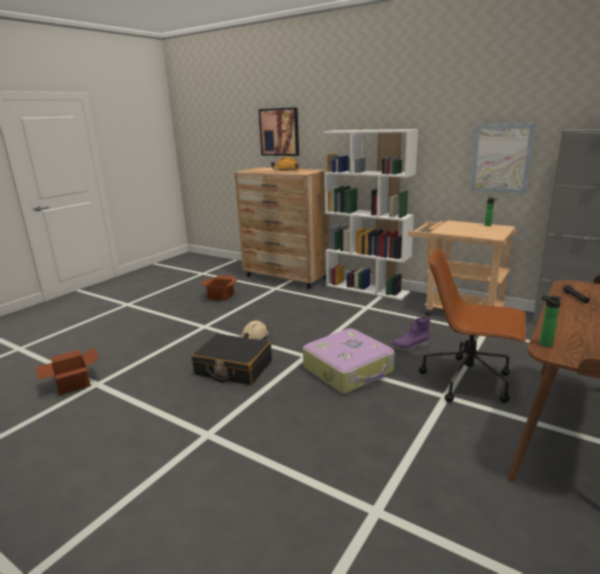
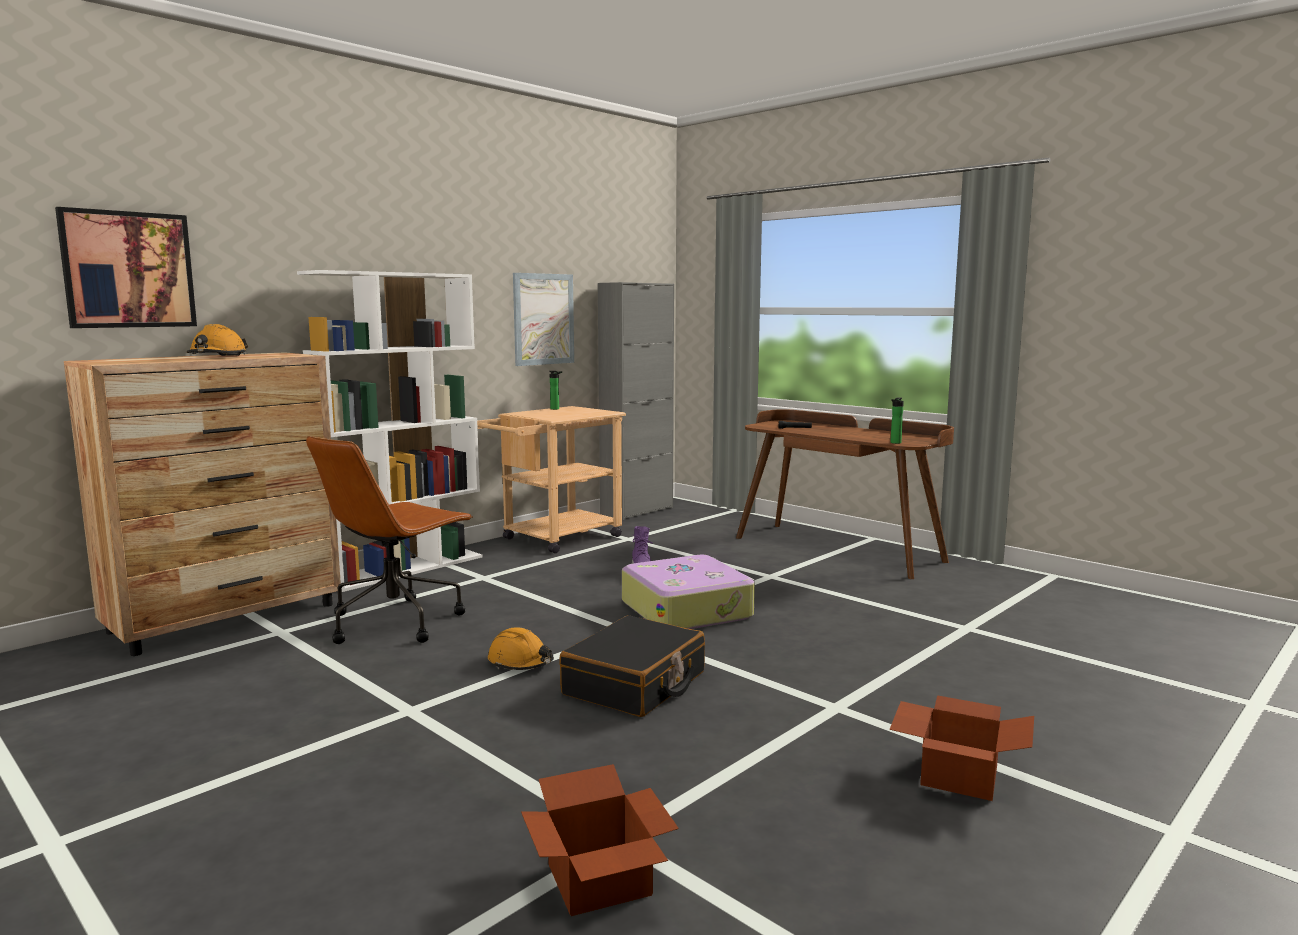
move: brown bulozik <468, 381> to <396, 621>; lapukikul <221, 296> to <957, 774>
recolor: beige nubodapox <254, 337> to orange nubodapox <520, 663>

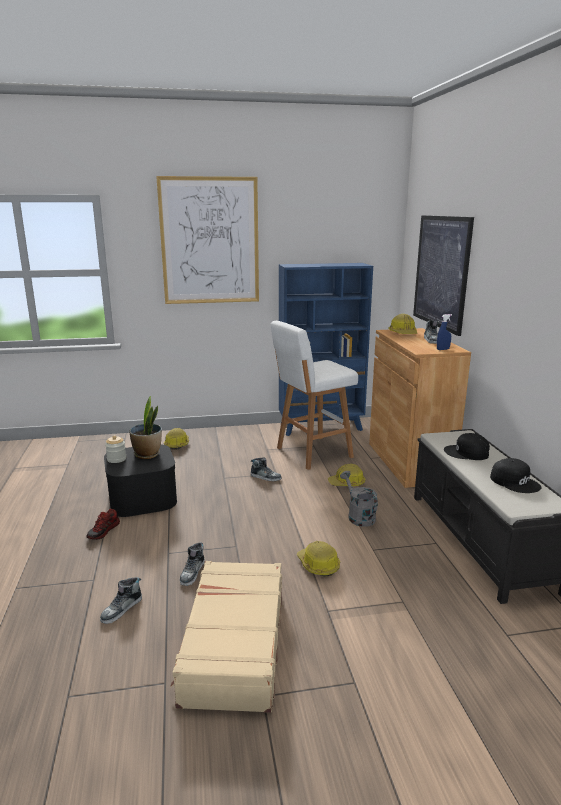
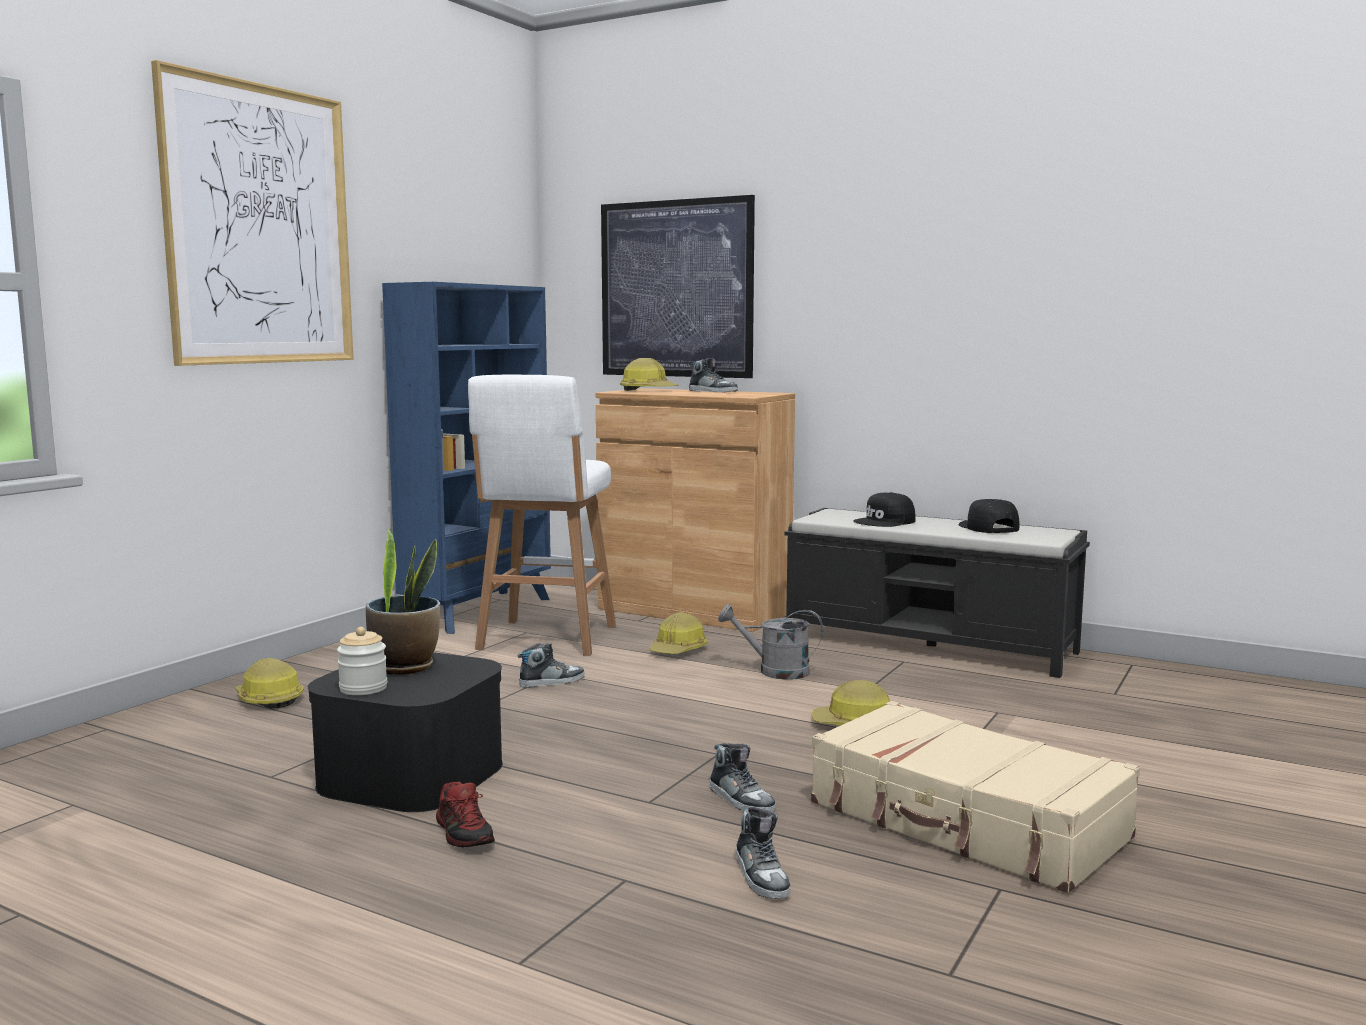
delete: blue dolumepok <443, 349>
rotate: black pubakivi <515, 482> = <987, 527> 105 degrees counterclockwise

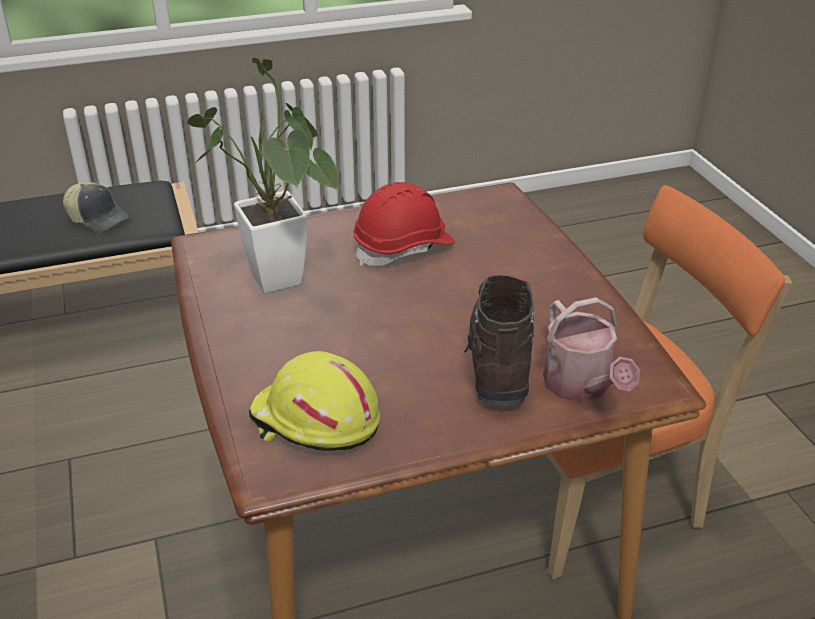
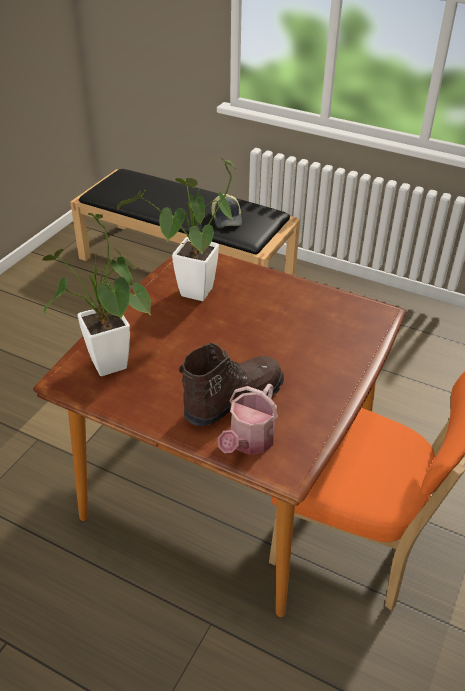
delete: red nubodapox <404, 248>
replace: yellow nubodapox <315, 422> to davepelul <111, 370>

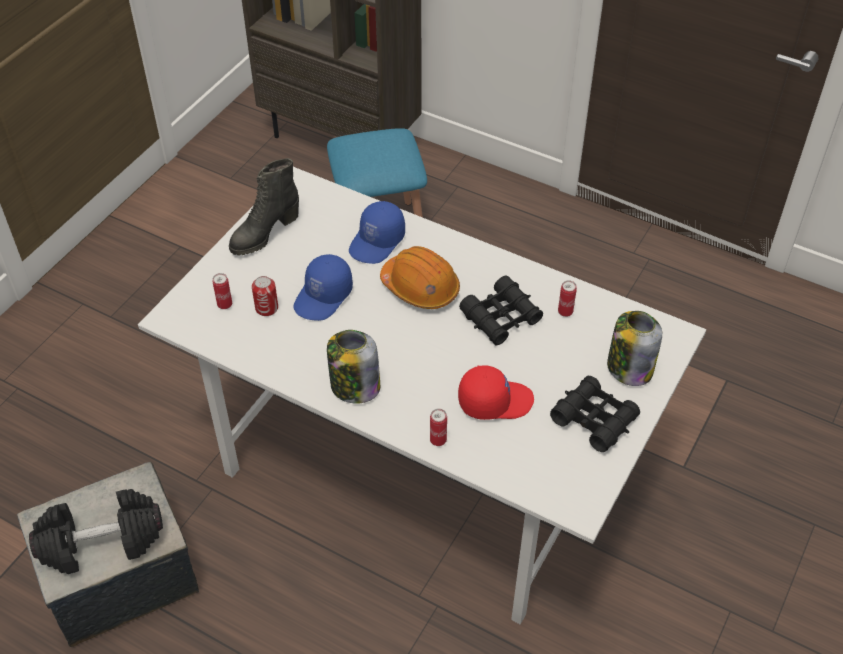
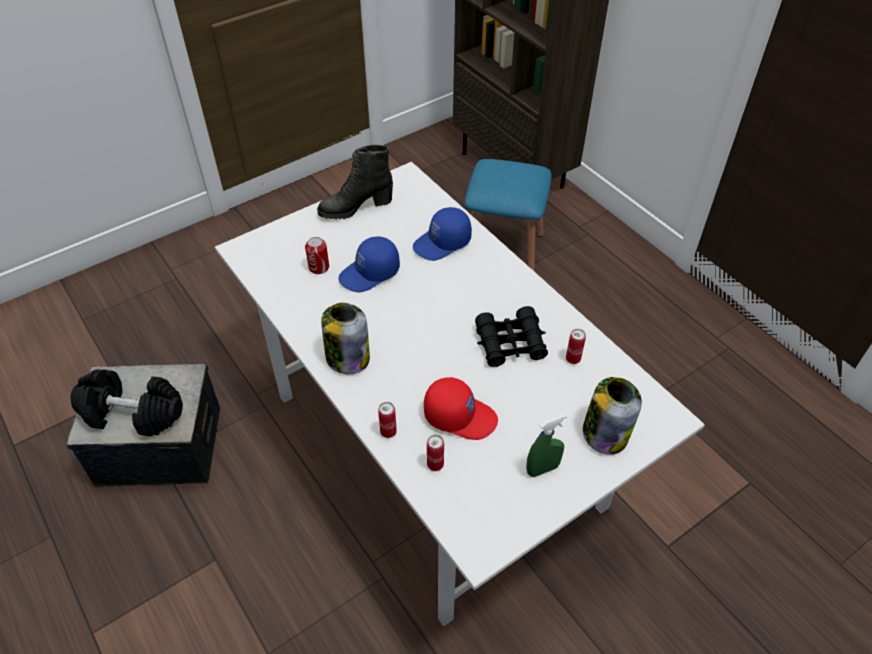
delete: orange nubodapox <420, 288>
move: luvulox <225, 304> to <435, 464>
replace: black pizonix <594, 419> to green dolumepok <542, 469>

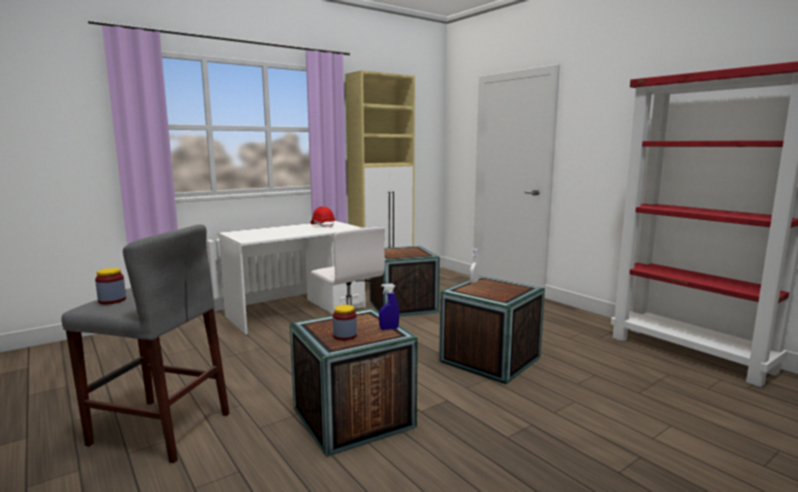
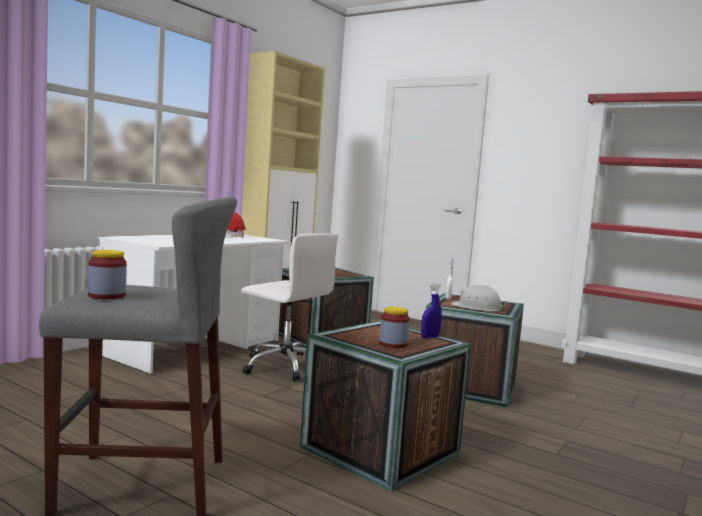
insert: white nubodapox <477, 307>

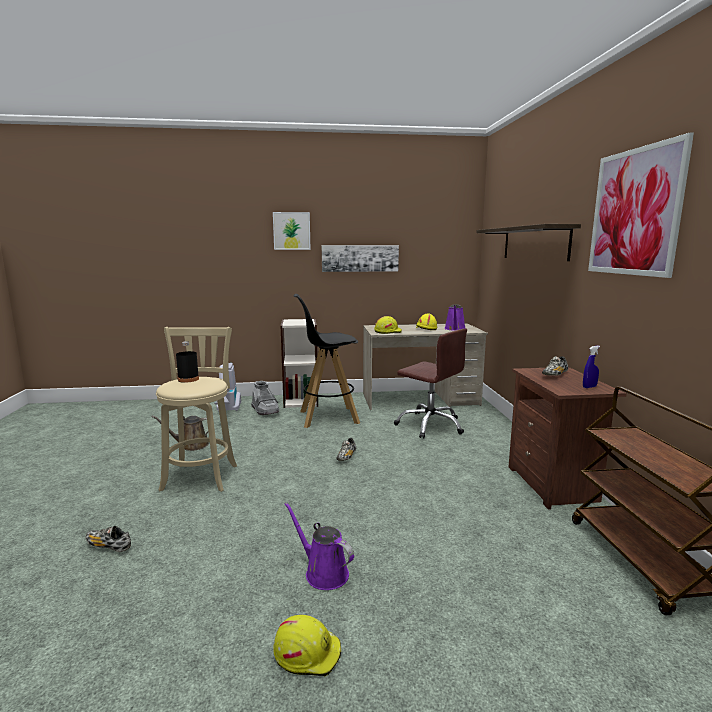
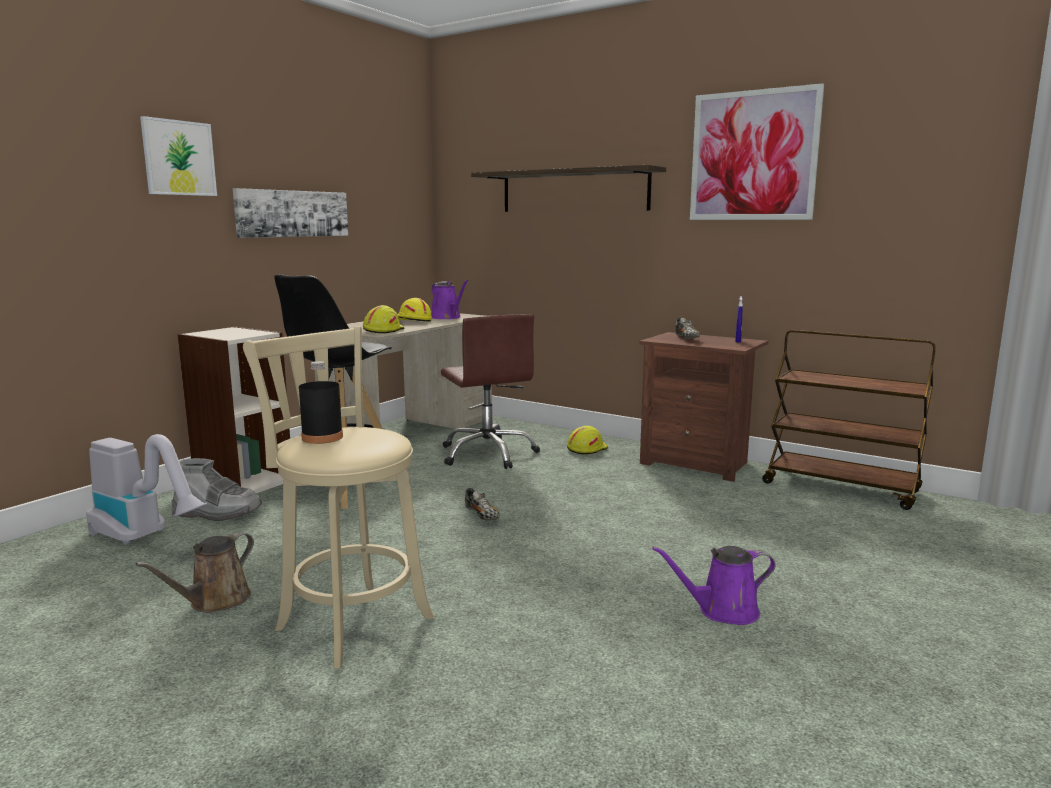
delete: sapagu <108, 546>
move: yellow nubodapox <307, 652> to <586, 449>
rotate: brown bulozik <430, 425> = <488, 454> 75 degrees clockwise

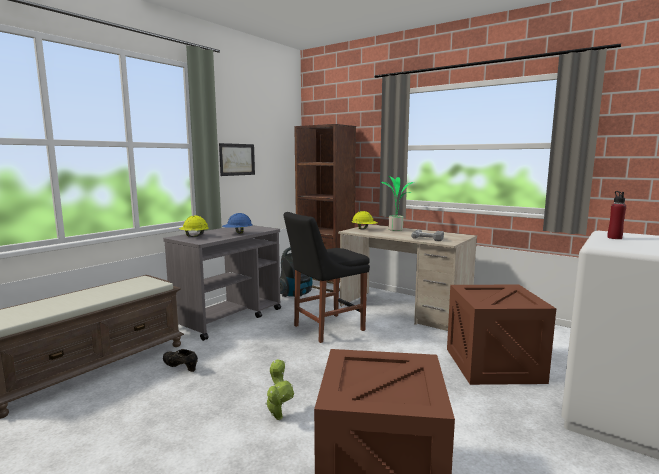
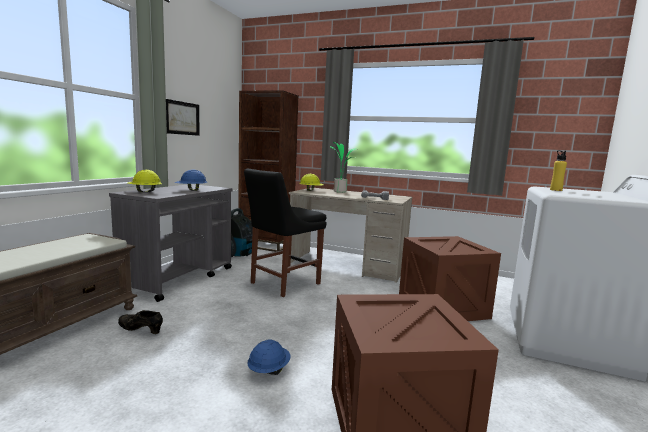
replace: davepelul <278, 416> to blue nubodapox <268, 370>
recolor: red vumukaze <614, 238> to yellow vumukaze <556, 190>

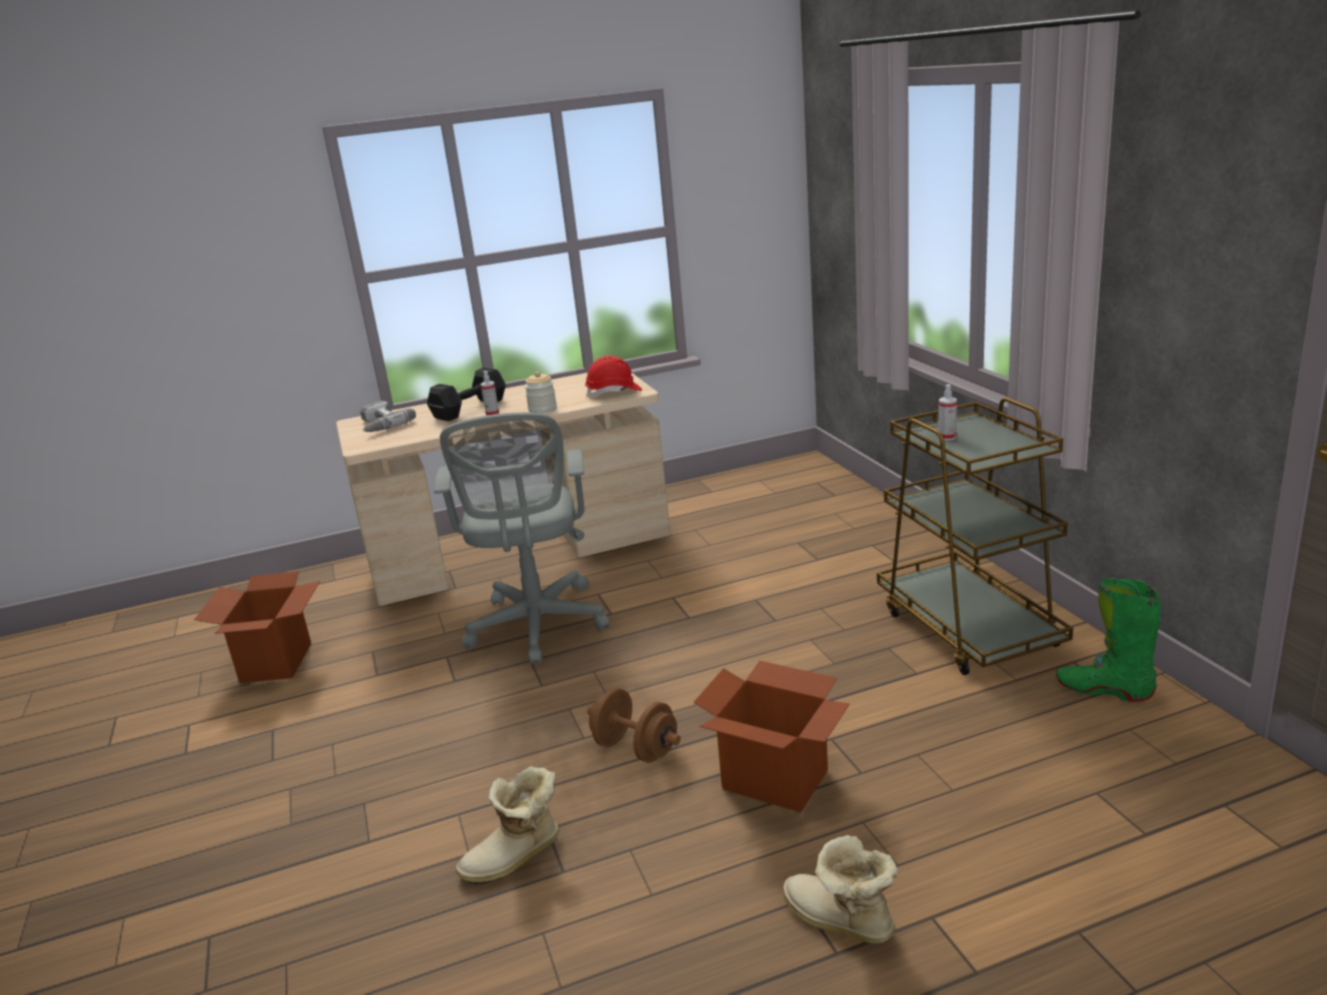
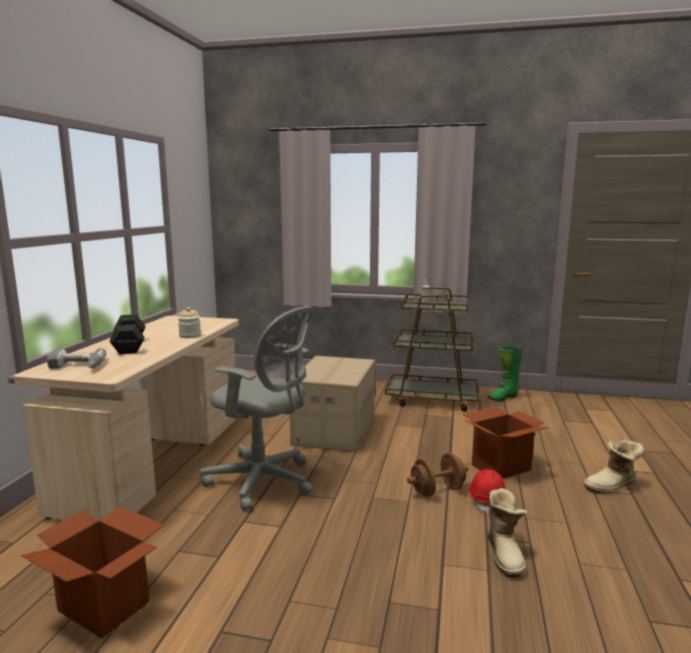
delete: dolumepok <492, 414>
insert: lapukikul <333, 430>
move: red nubodapox <614, 393> to <487, 500>

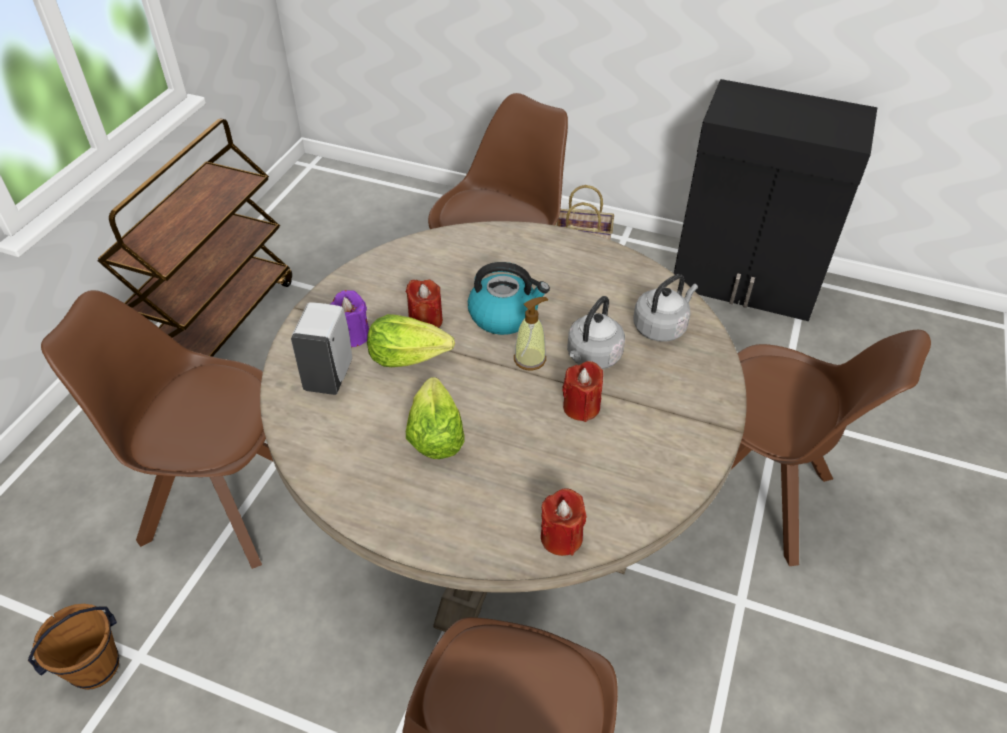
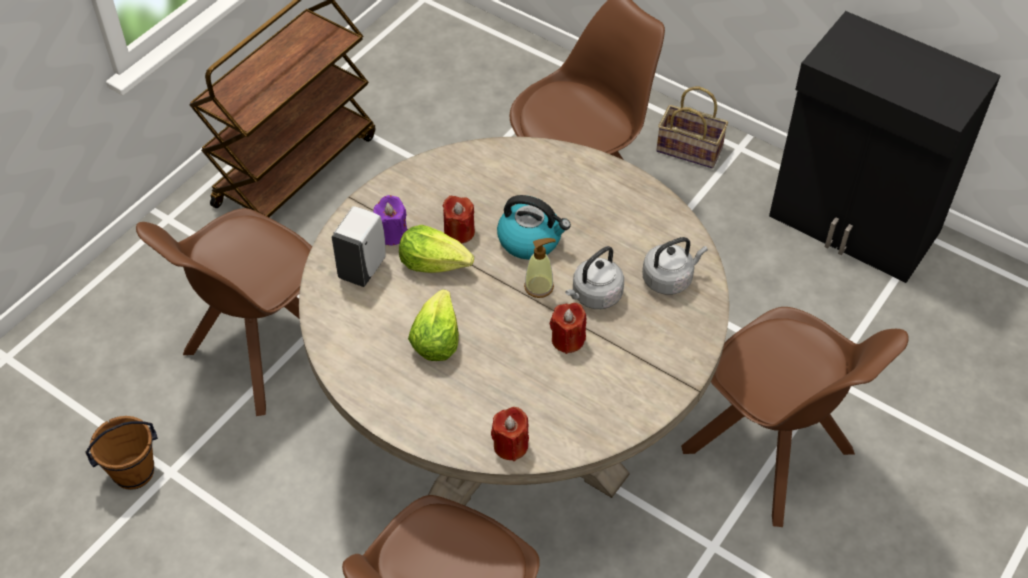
rotate: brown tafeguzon <219, 502> = <261, 351> 75 degrees counterclockwise

